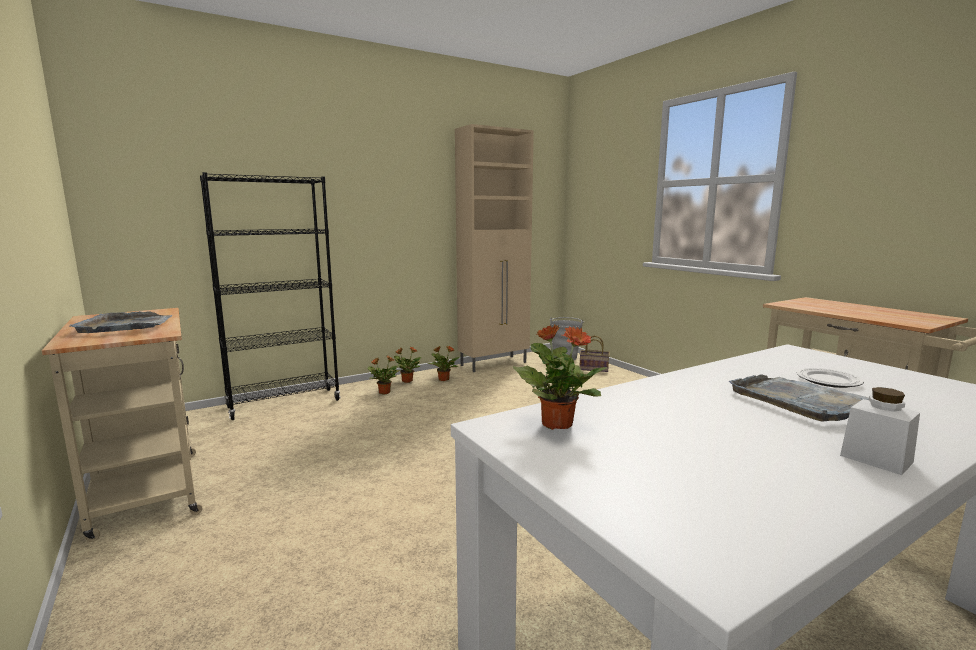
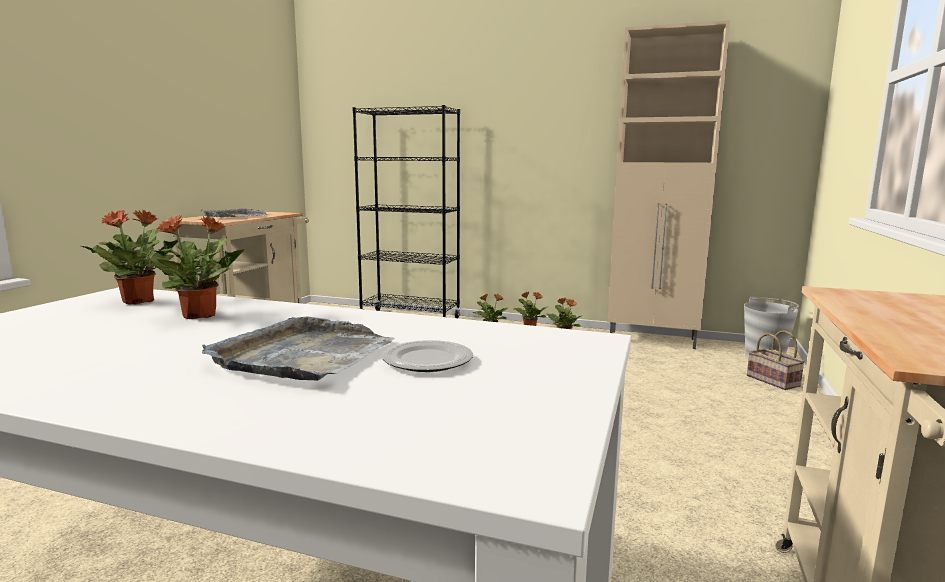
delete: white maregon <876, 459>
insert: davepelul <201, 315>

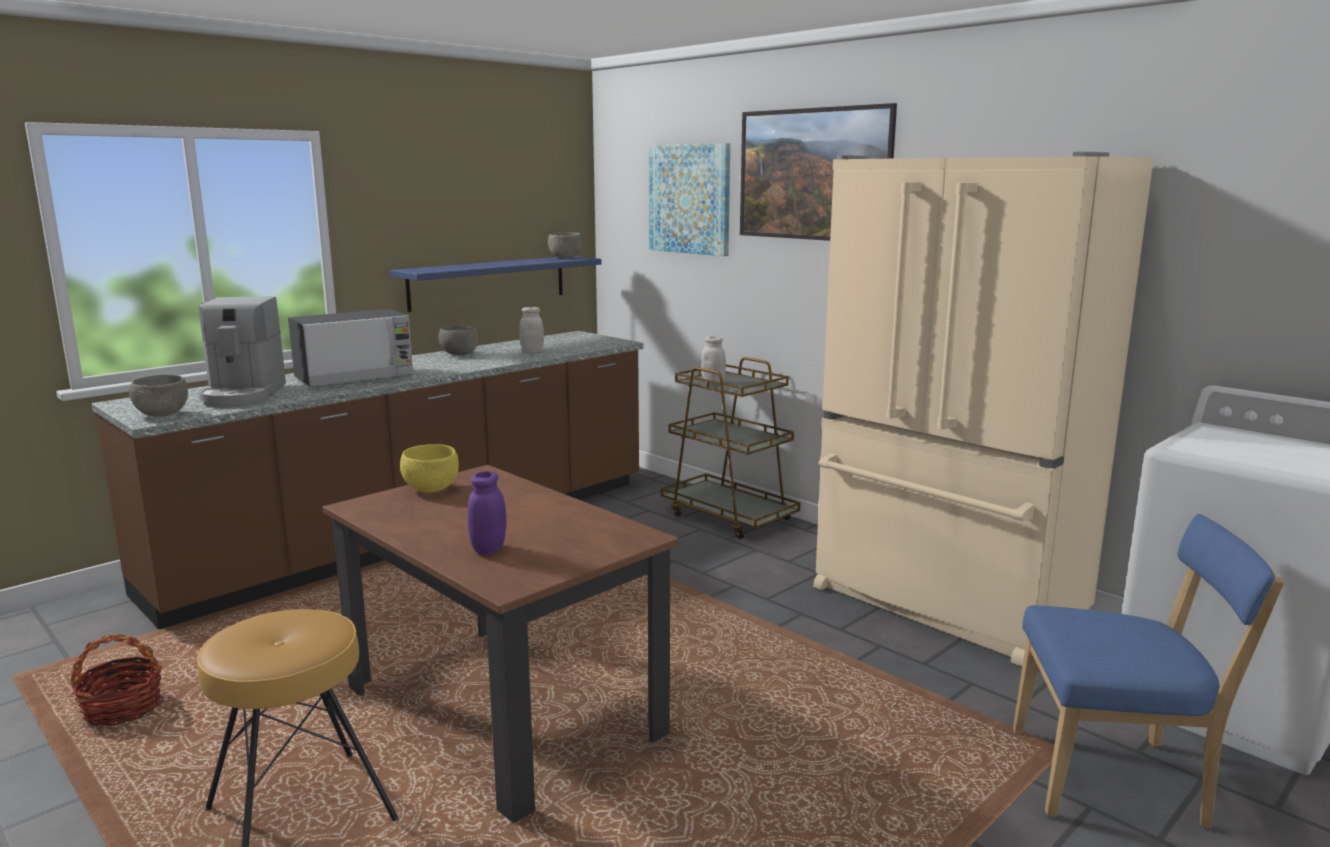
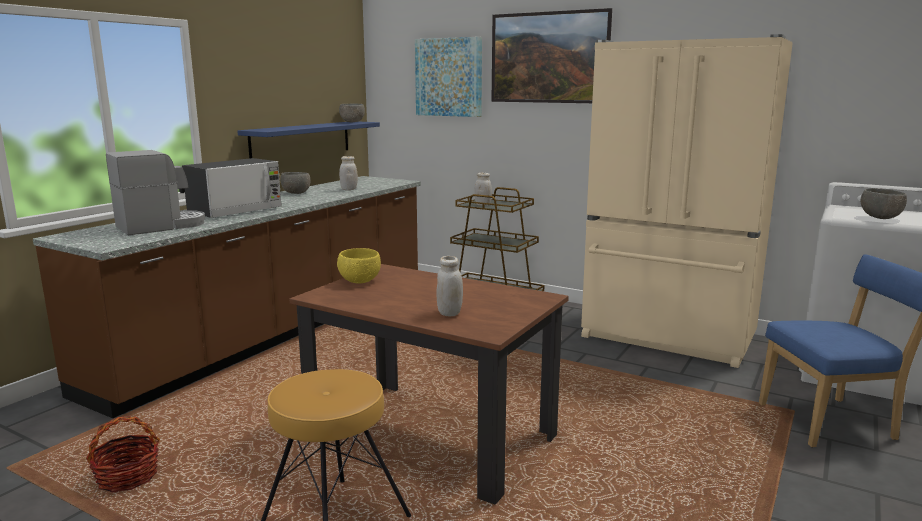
move: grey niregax <161, 414> to <880, 218>
recolor: purple maregon <488, 549> to white maregon <449, 313>
rotate: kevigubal <244, 395> = <161, 226> 105 degrees counterclockwise

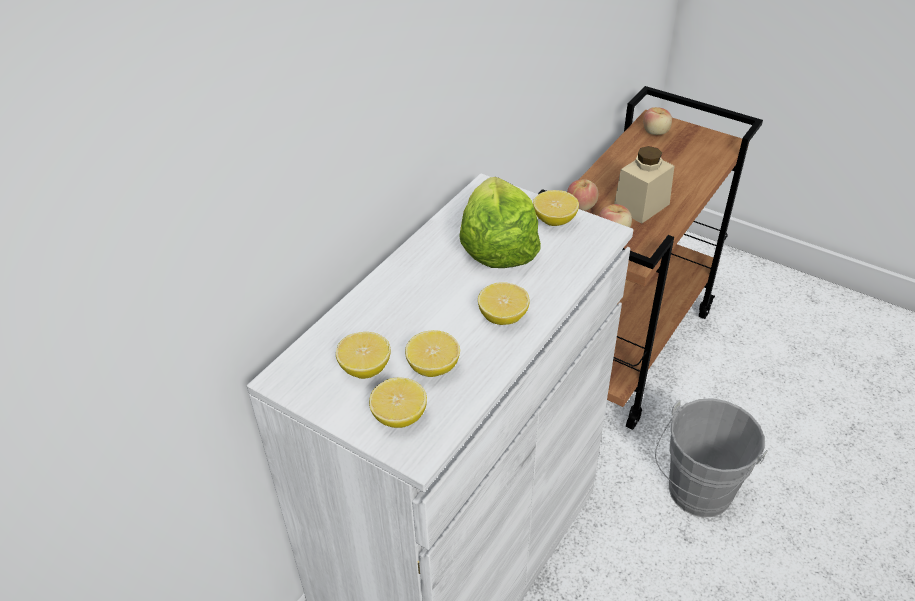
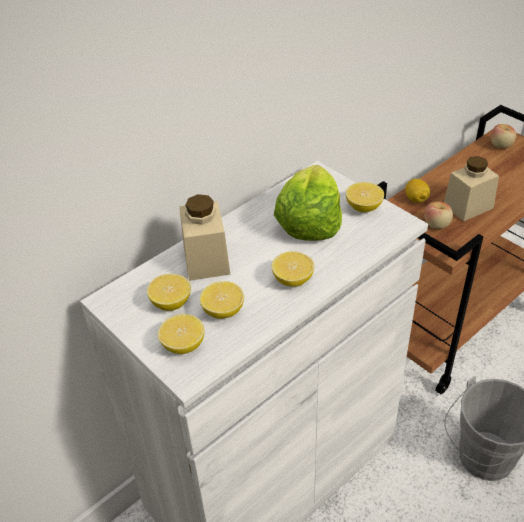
insert: beige maregon <206, 259>
replace: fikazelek <581, 206> to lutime <416, 199>

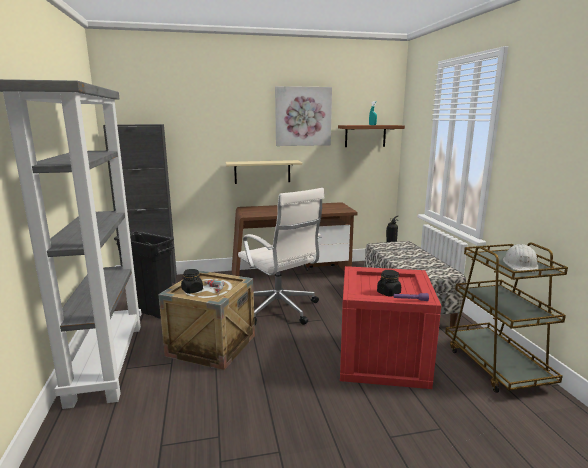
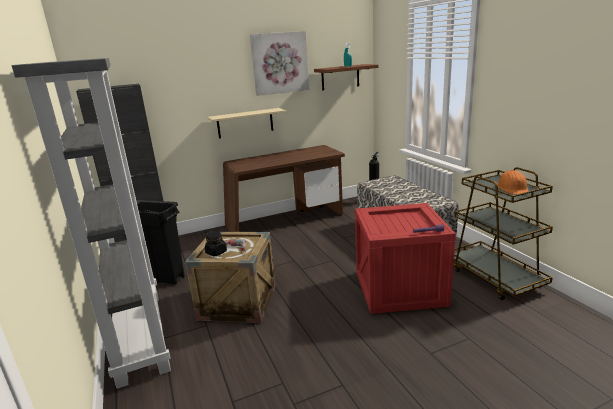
delete: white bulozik <280, 310>; black maregon <388, 293>
recolor: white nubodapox <520, 265> to orange nubodapox <512, 188>

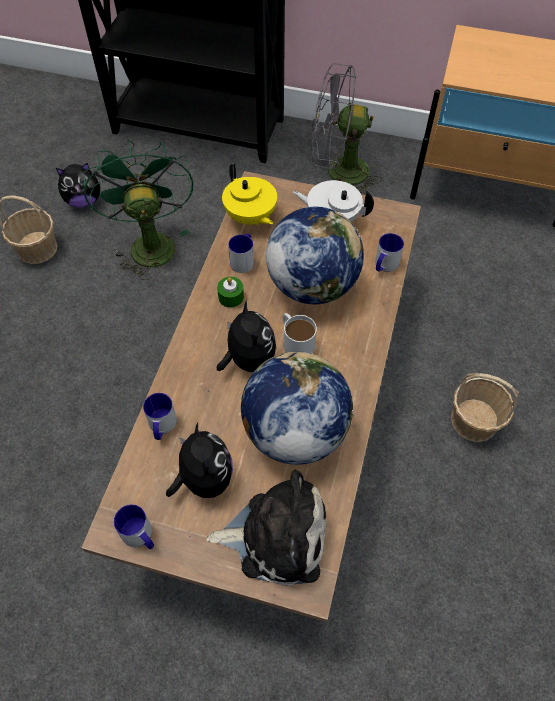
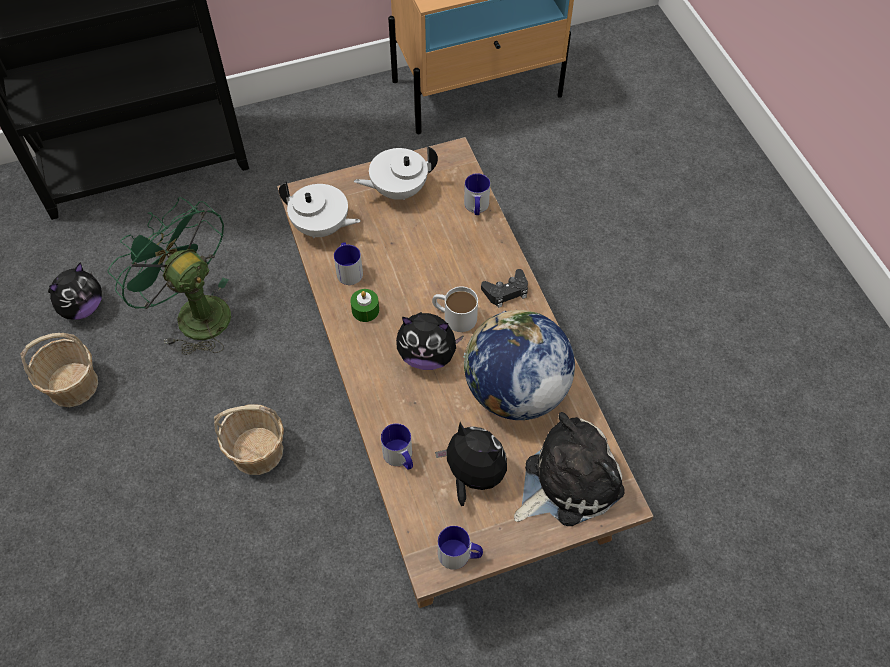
delete: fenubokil <312, 285>; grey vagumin <338, 173>
insert: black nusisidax <506, 291>
move: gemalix <474, 421> to <258, 451>
recolor: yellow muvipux <250, 217> to white muvipux <321, 227>
rotate: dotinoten <248, 359> = <427, 355> 150 degrees clockwise

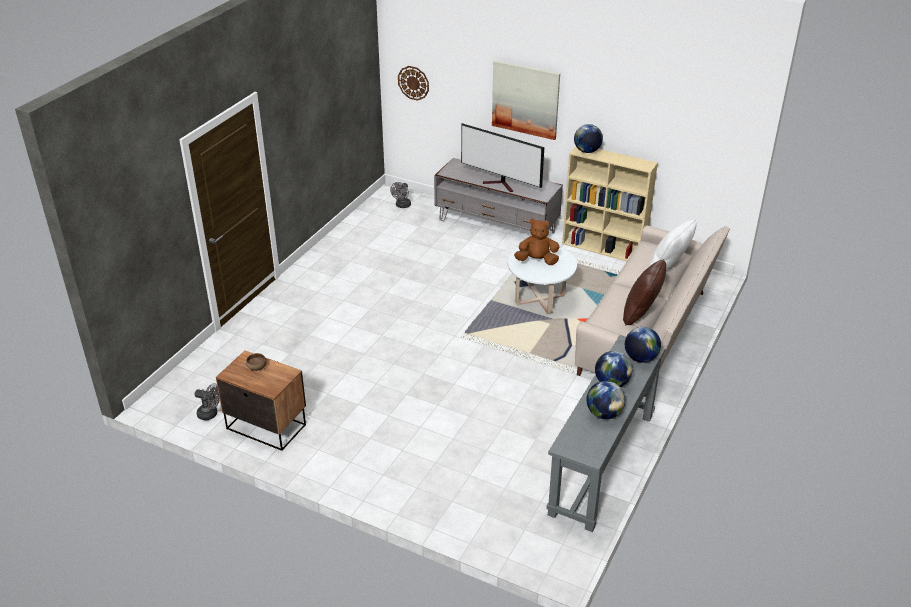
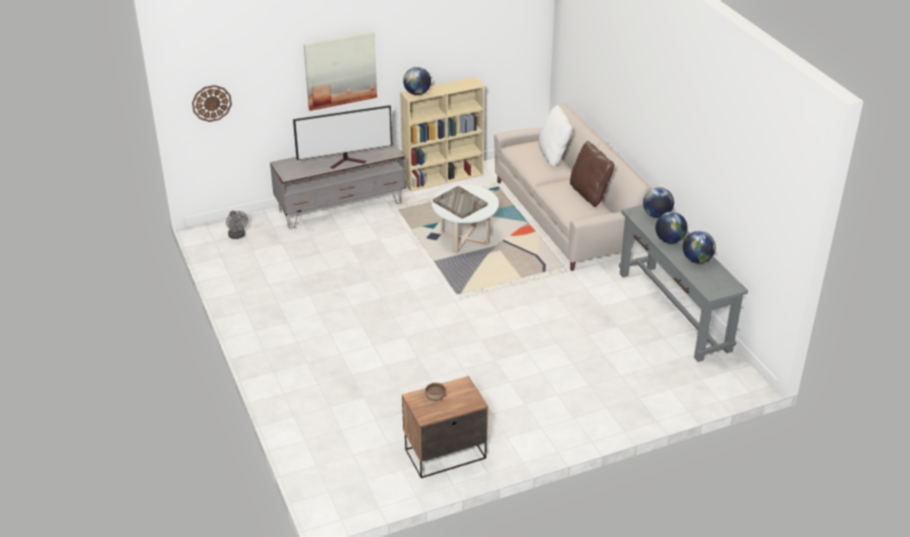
delete: grey vagumin <210, 414>
replace: brown dotinoten <537, 260> to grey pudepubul <459, 203>

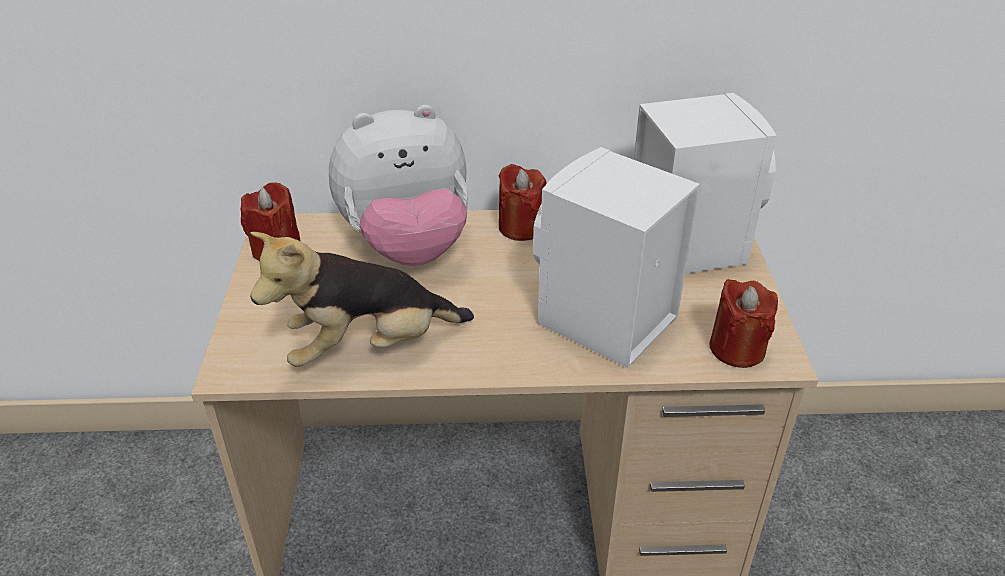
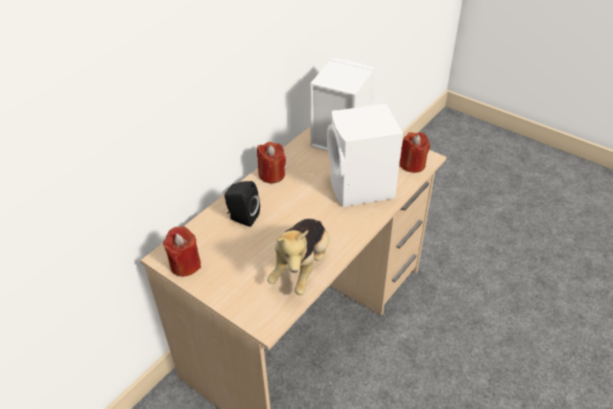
replace: dotinoten <407, 247> to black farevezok <242, 218>

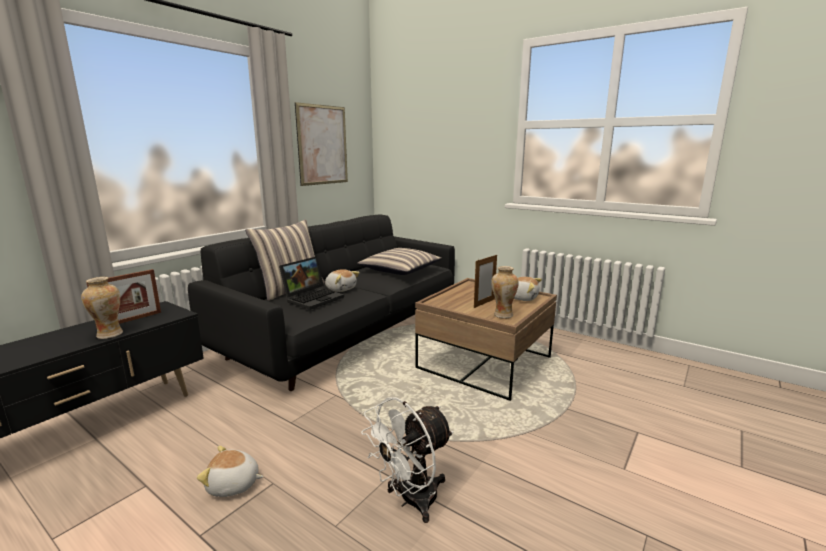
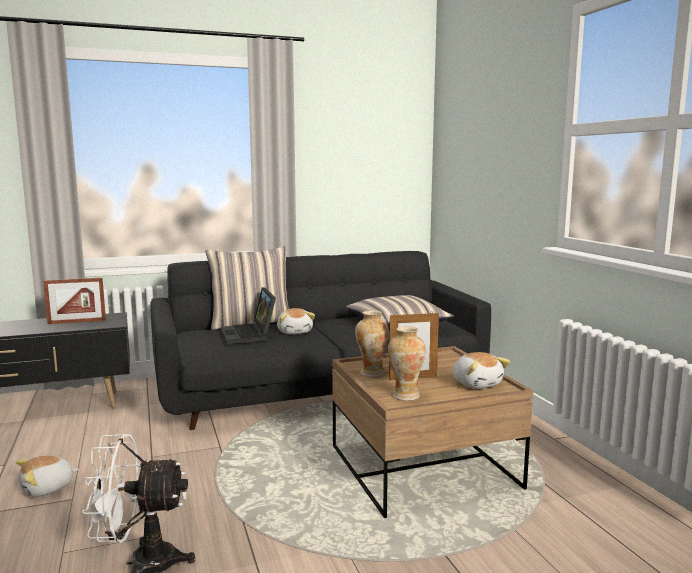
delete: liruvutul <322, 145>
move: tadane <109, 334> to <371, 373>
rotate: dotinoten <233, 485> = <48, 488> 75 degrees counterclockwise; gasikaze <313, 298> = <249, 335> 90 degrees clockwise

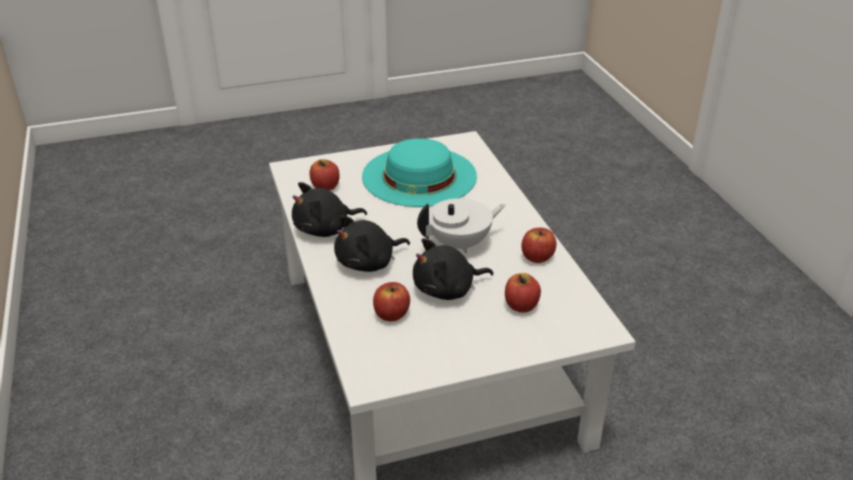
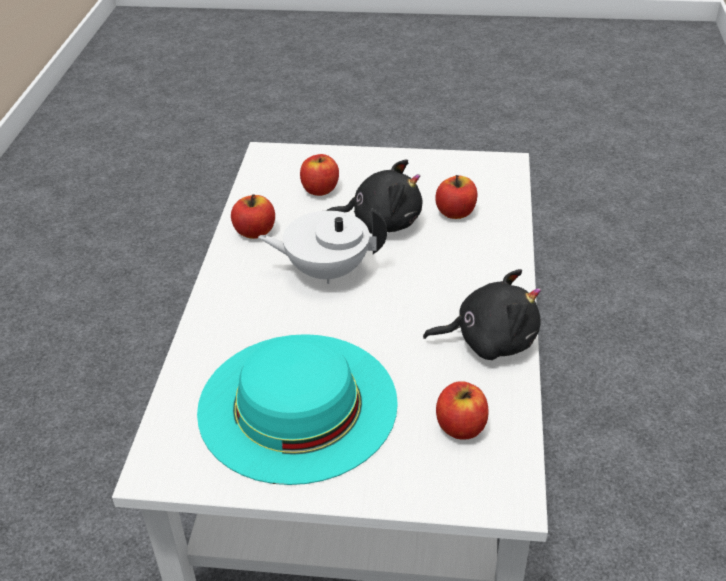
delete: black dotinoten <368, 263>

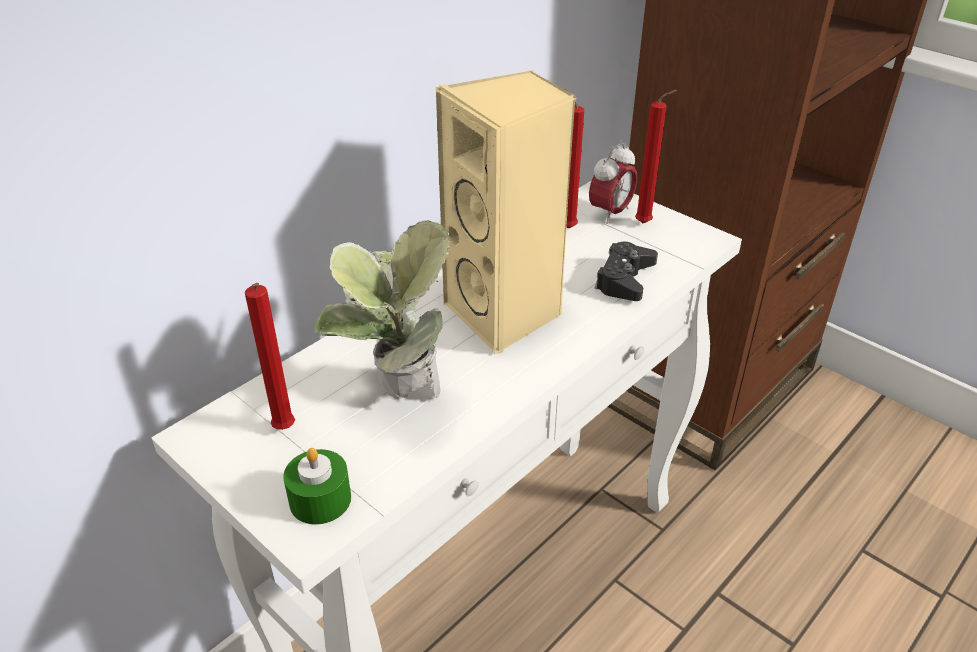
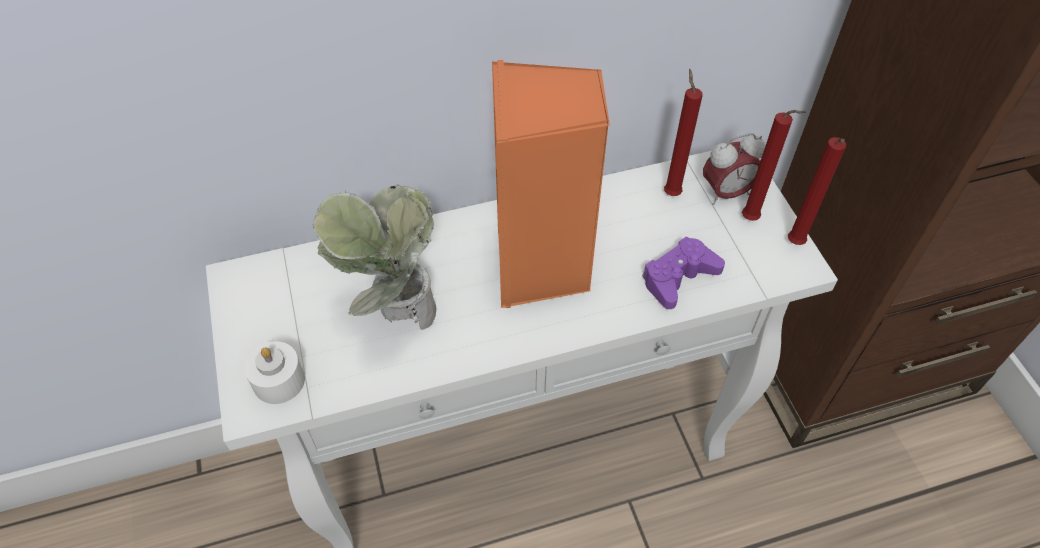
move: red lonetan <284, 431> to <794, 245>
recolor: green lonetan <320, 499> to white lonetan <279, 381>; beige farevezok <506, 314> to orange farevezok <542, 269>; black nusisidax <624, 279> to purple nusisidax <678, 277>

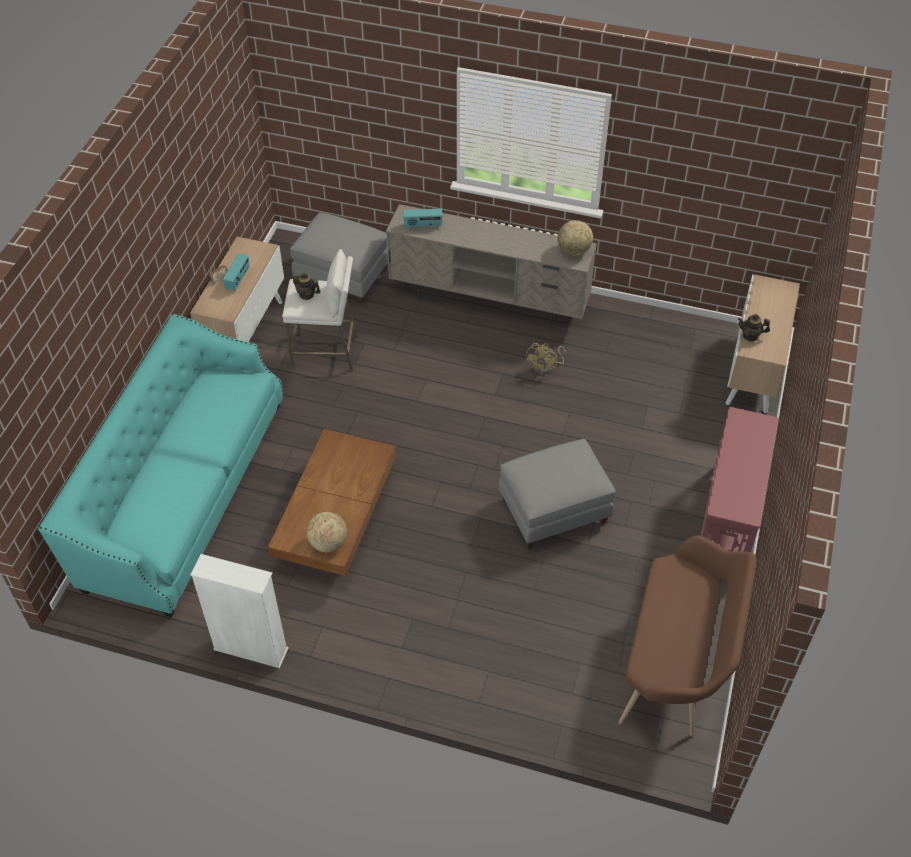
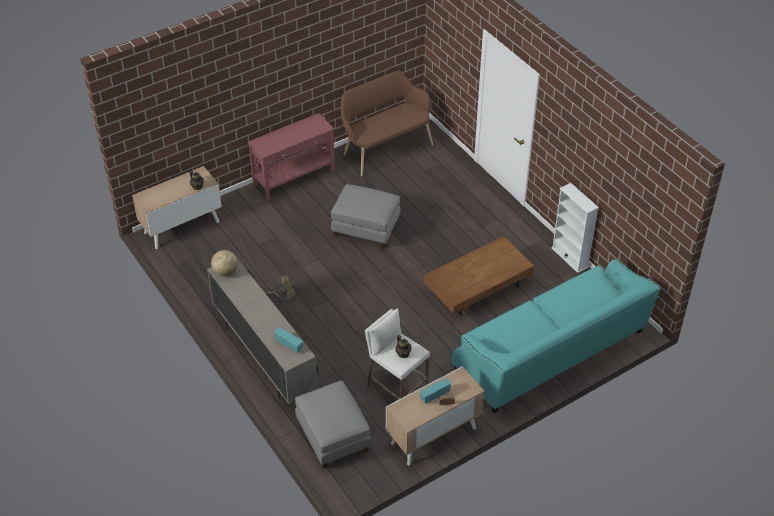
delete: fenubokil <328, 543>

